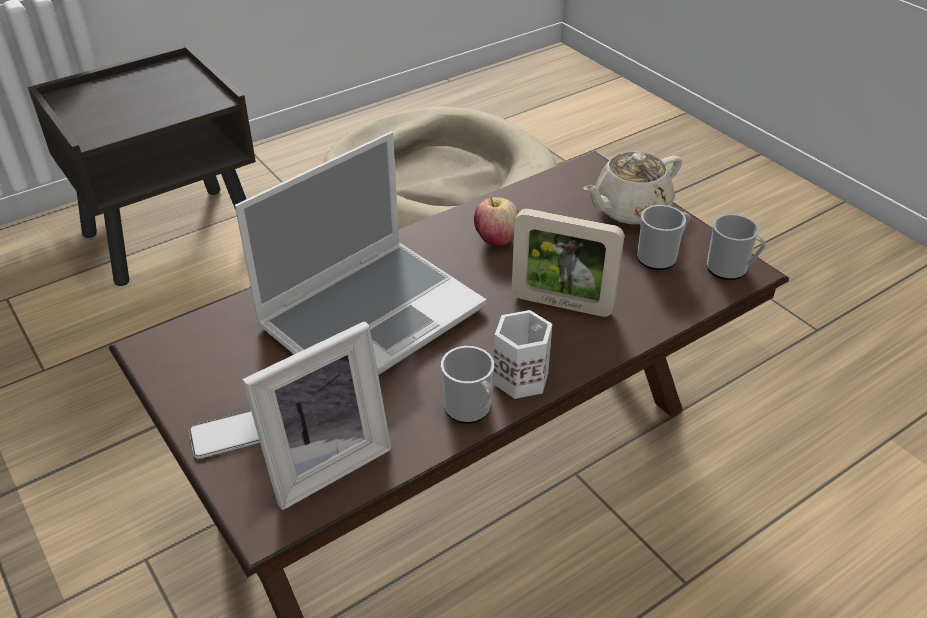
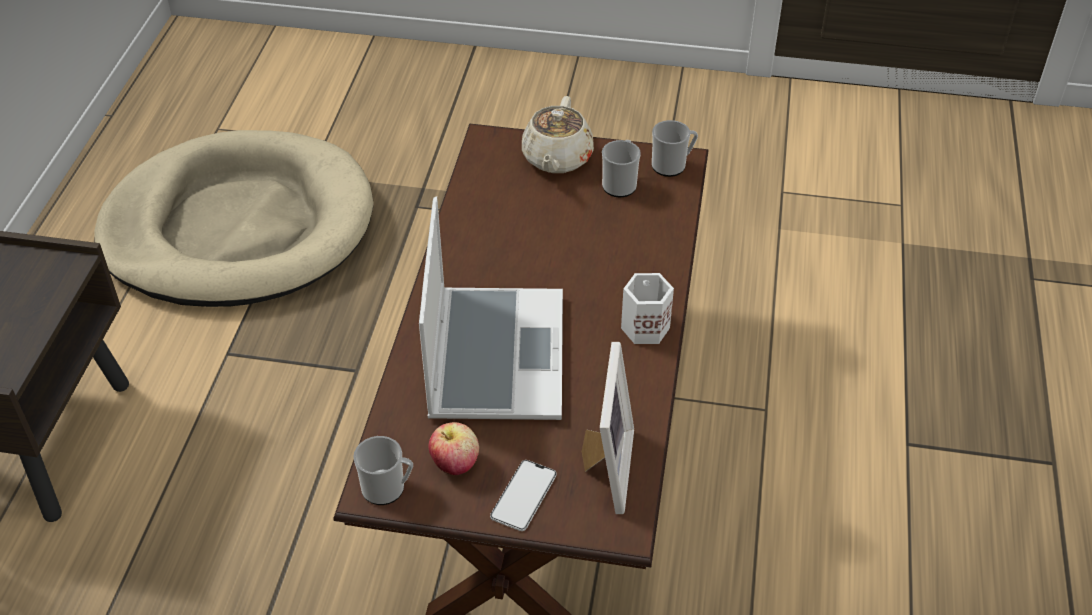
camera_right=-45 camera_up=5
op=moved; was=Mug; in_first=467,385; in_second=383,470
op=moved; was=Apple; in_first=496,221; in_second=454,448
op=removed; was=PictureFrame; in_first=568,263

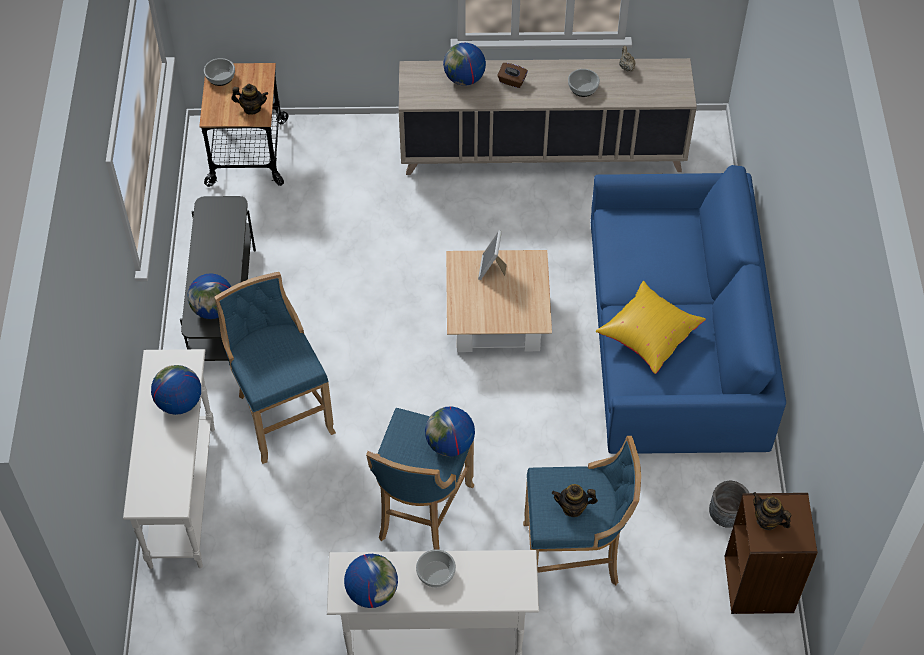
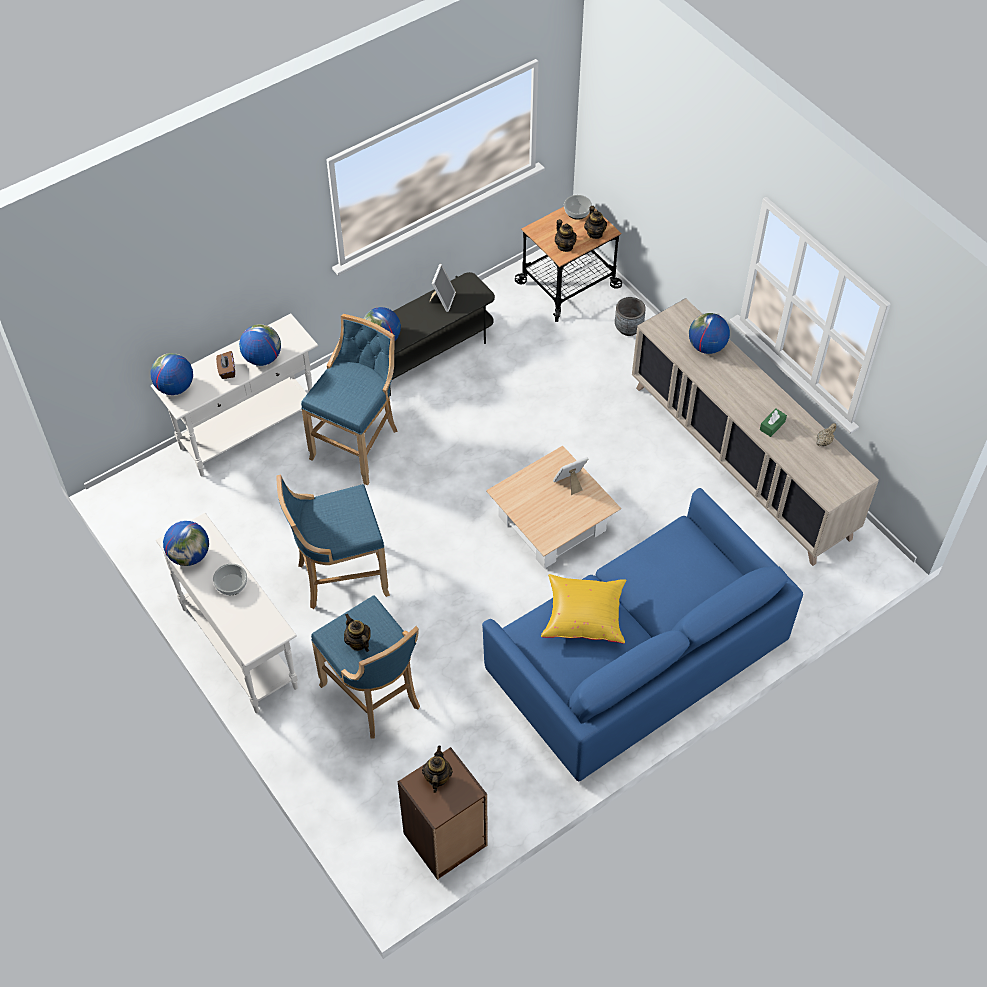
camera_right=55 camera_up=0
op=moved; was=Globe; in_first=450,432; in_second=172,374
op=moved; was=BrownTissueBox; in_first=512,75; in_second=225,365
op=added; now=PictureFrame; in_second=442,288
op=added; now=Teapot; in_second=595,222
op=moved; was=GreyPlanter; in_first=729,504; in_second=630,316
op=replaced; was=Bowl; now=GreenTissueBox; in_first=584,83; in_second=773,423

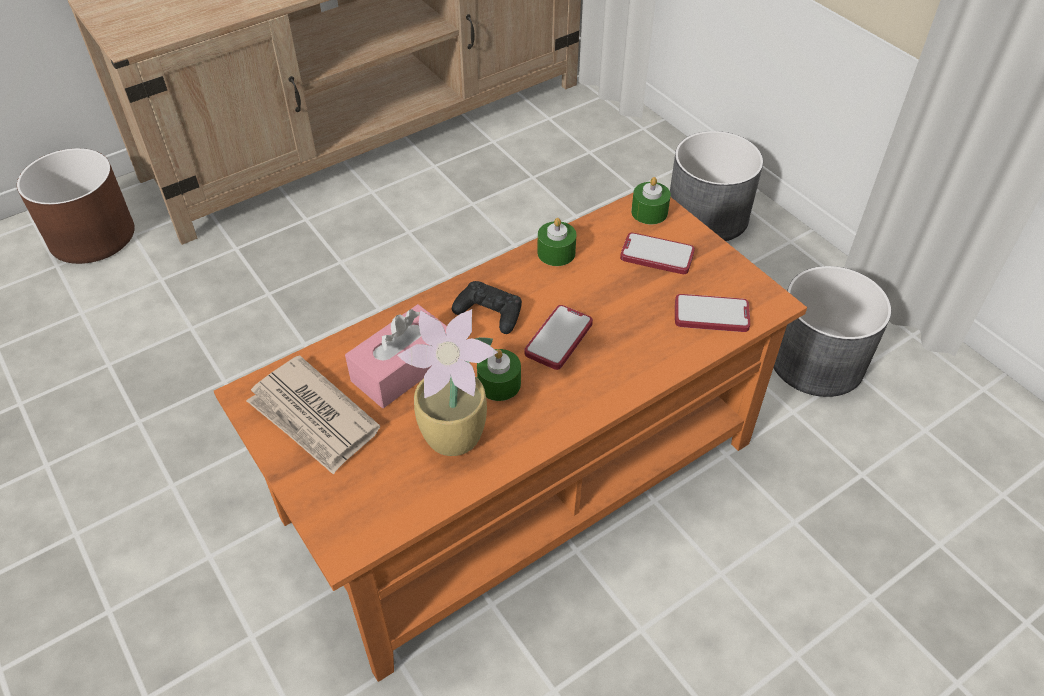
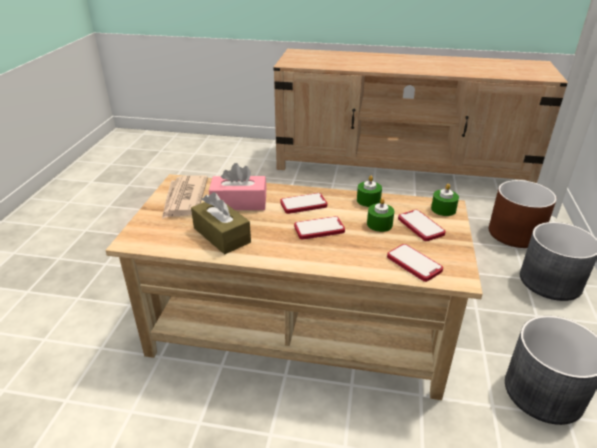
camera_right=45 camera_up=-15
op=recoloured; was=OrangeCoffeeTable; now=BeigeCoffeeTable; in_first=510,437; in_second=294,287
op=replaced; was=PottedPlant; now=BrownTissueBox; in_first=447,382; in_second=221,223
op=replaced; was=BlackGameController; now=Phone; in_first=487,307; in_second=303,203
op=moved; was=GreenCandle; in_first=499,375; in_second=380,215
op=moved; was=BrownPlanter; in_first=76,206; in_second=523,214

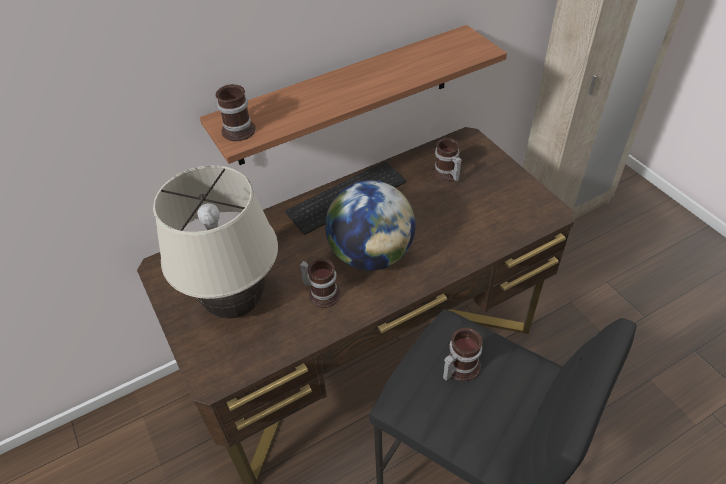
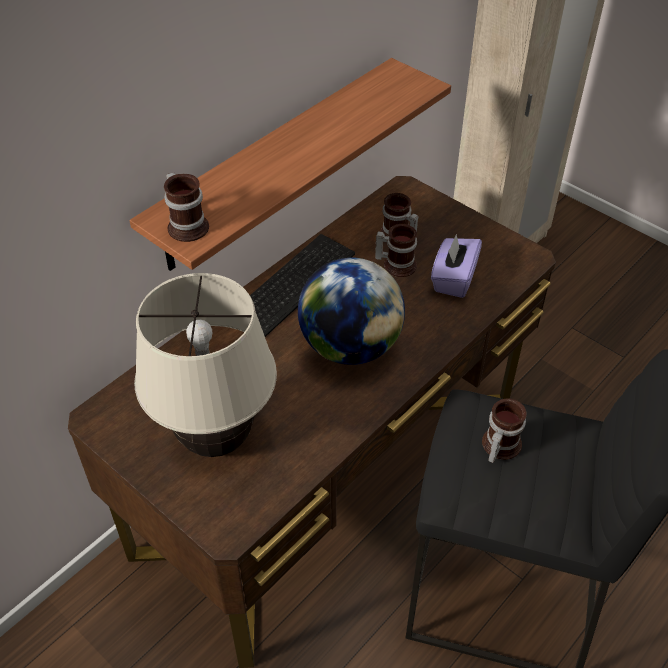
camera_right=-20 camera_up=0
op=moved; was=Mug; in_first=320,283; in_second=396,250
op=added; now=PurpleTissueBox; in_second=456,266

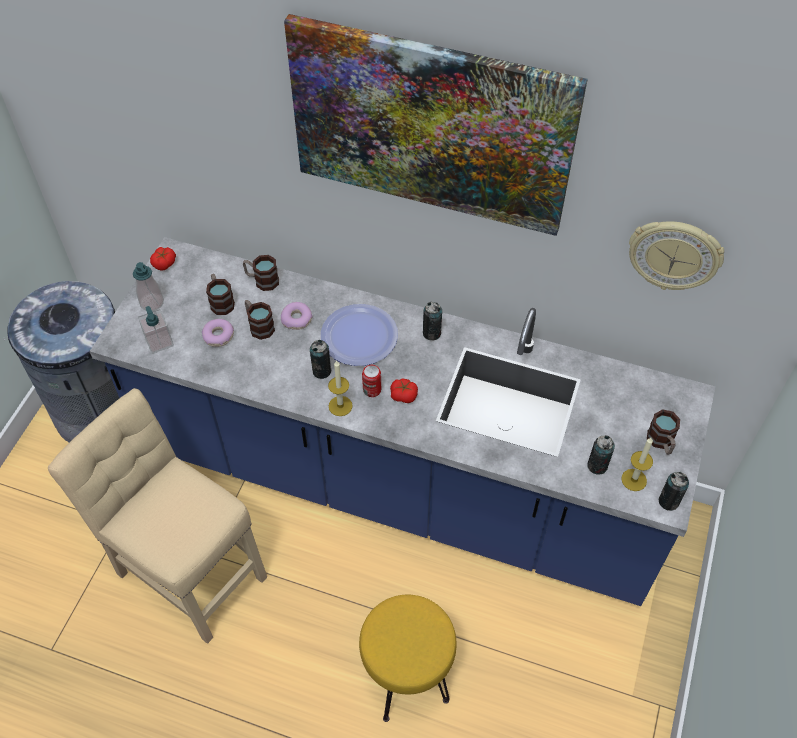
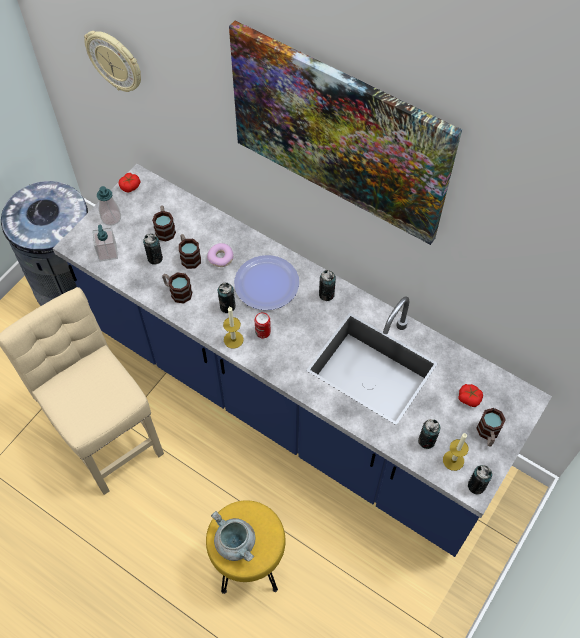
camera_right=15 camera_up=5
op=moved; was=WallClock; in_first=676,255; in_second=112,61
op=replaced; was=Donut; now=Can; in_first=218,333; in_second=153,249
op=moved; was=Mug; in_first=261,273; in_second=177,288
op=added; now=GreyCookingPot; in_second=233,536
op=moved; was=Tomato; in_first=404,390; in_second=470,395

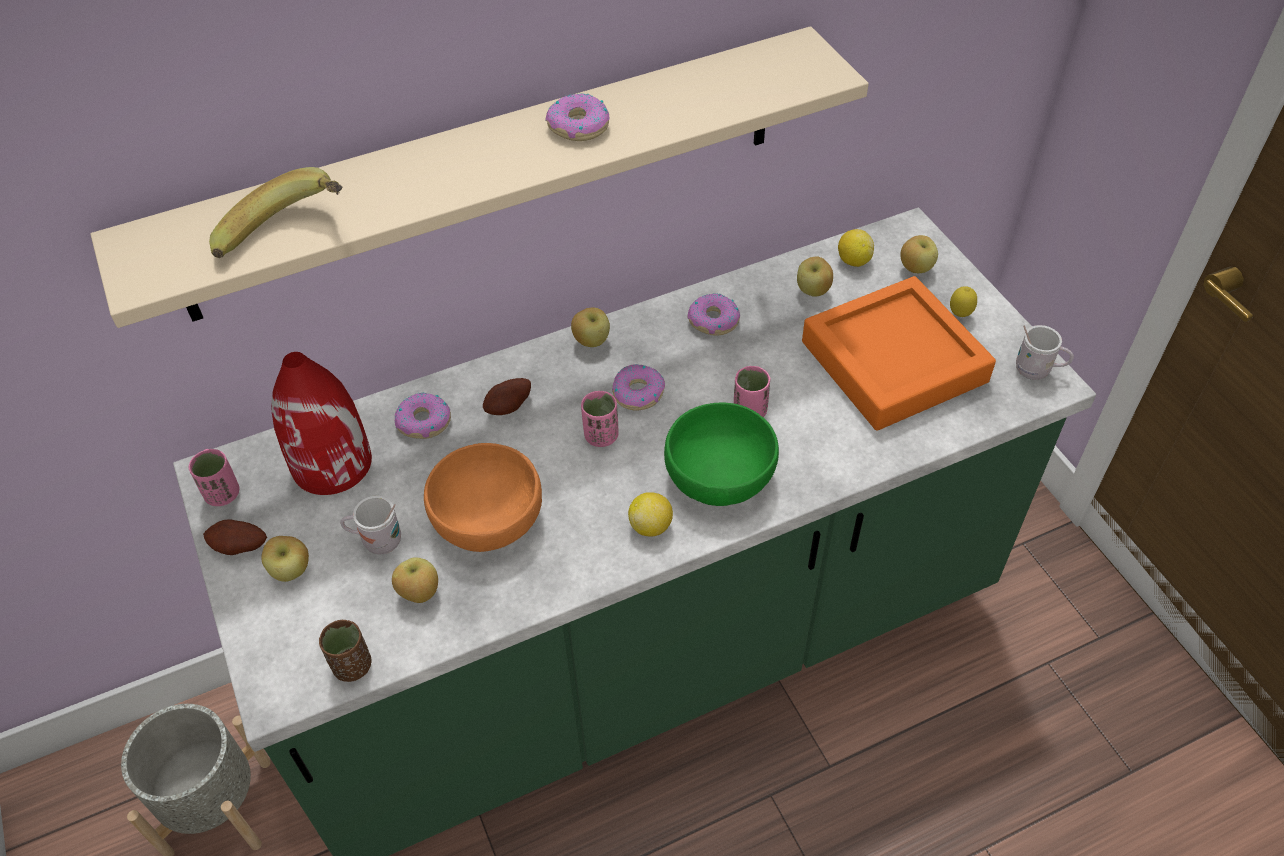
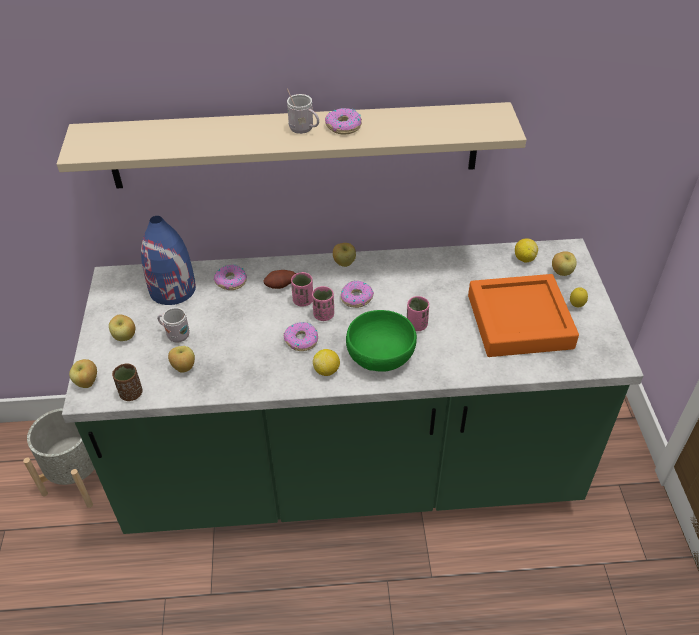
camera_right=20 camera_up=-5
op=moved; was=Apple; in_first=815,276; in_second=83,373
op=recoloured; was=RedVase; now=BlueVase; in_first=321,423; in_second=168,260
op=moved; was=Donut; in_first=714,314; in_second=300,336
op=moved; was=WhiteMug; in_first=1045,352; in_second=303,111
op=moved; was=PinkCup; in_first=214,477; in_second=302,289
op=removed; was=Potato; in_first=235,537
op=removed; was=Banana; in_first=276,212
op=removed; was=OrangeBowl; in_first=483,497

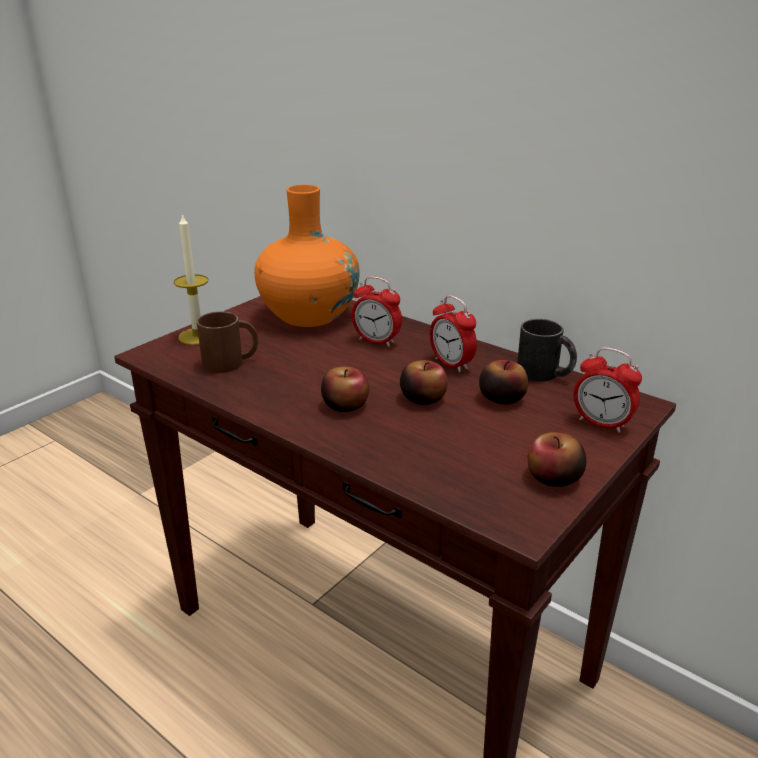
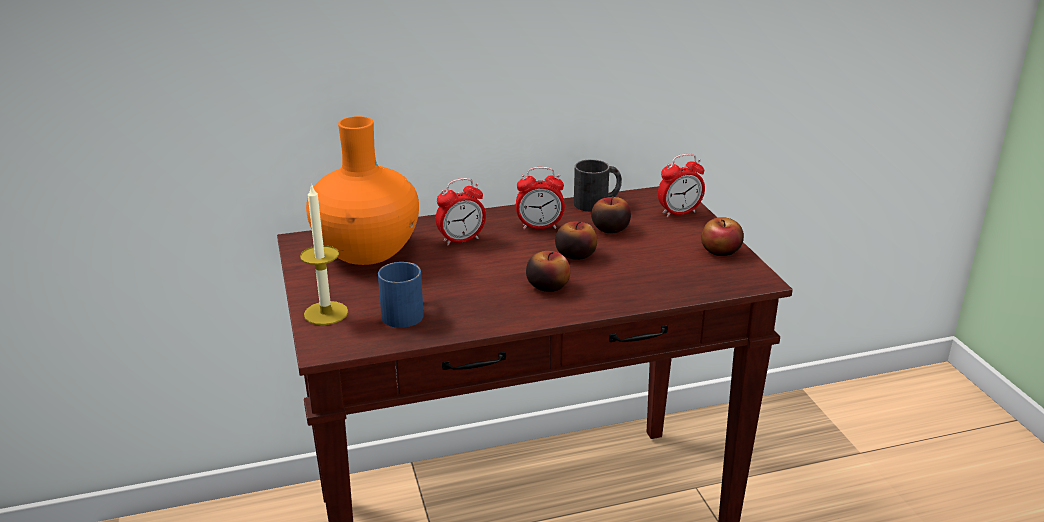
camera_right=-55 camera_up=0
op=recoloured; was=BrownMug; now=BlueMug; in_first=227,342; in_second=401,295

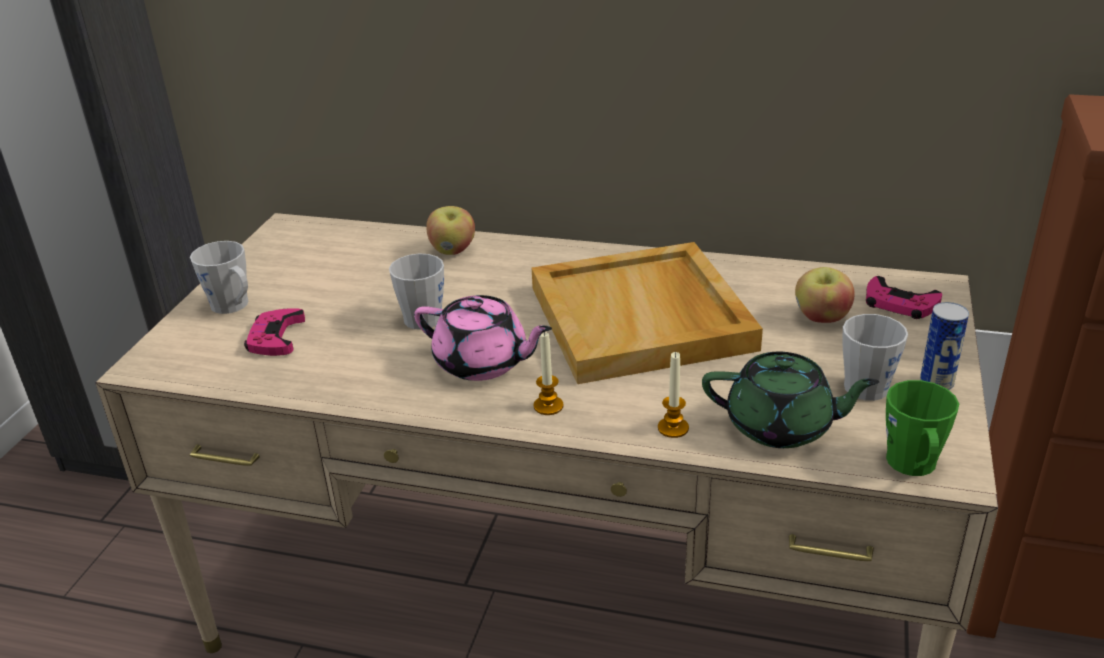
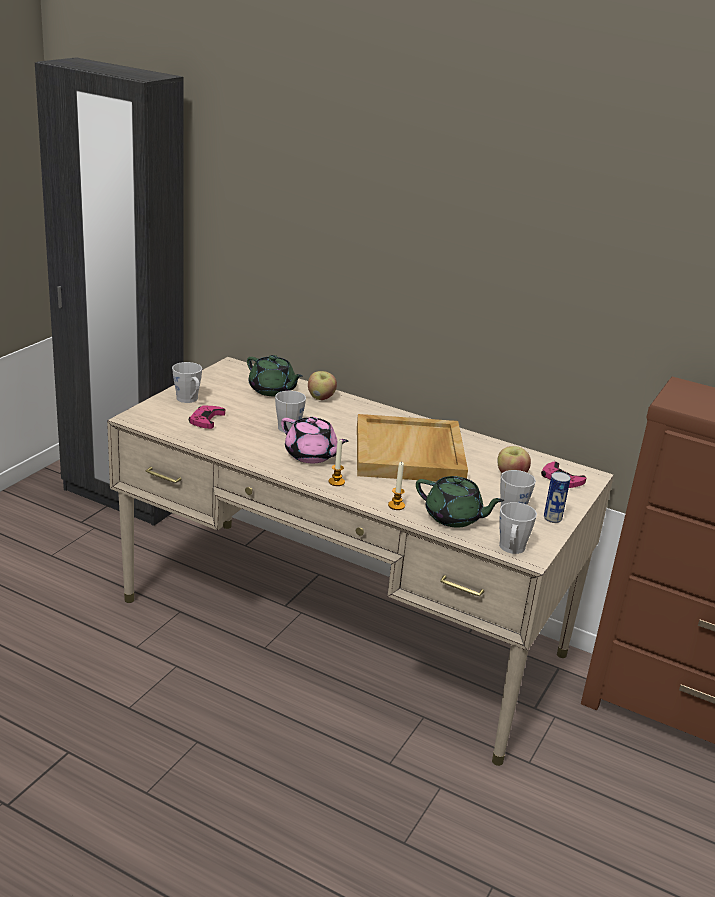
camera_right=10 camera_up=-5
op=added; now=GreenTeapot; in_second=275,375
op=recoloured; was=GreenMug; now=GreyMug; in_first=922,428; in_second=518,528

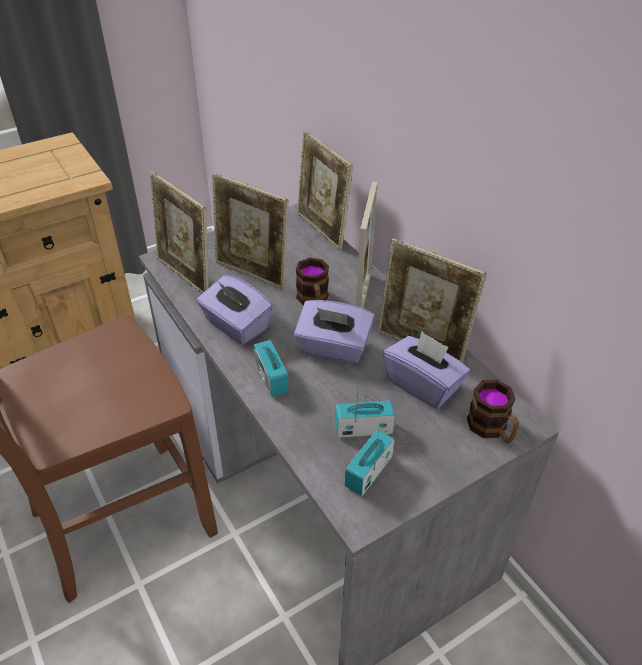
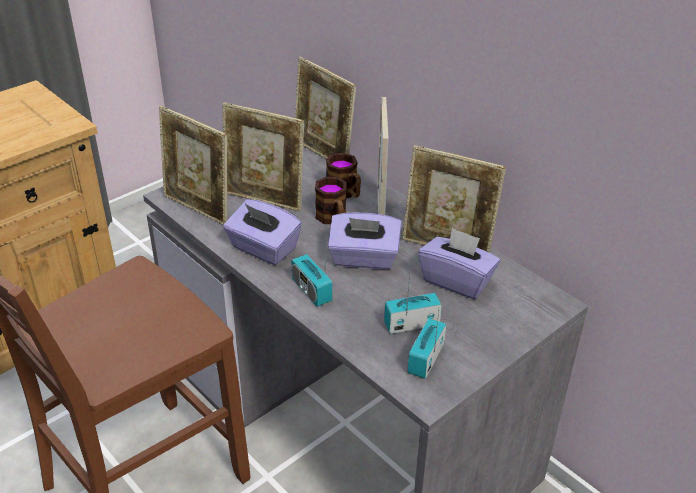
camera_right=-10 camera_up=-5
op=moved; was=Mug; in_first=493,411; in_second=343,175

